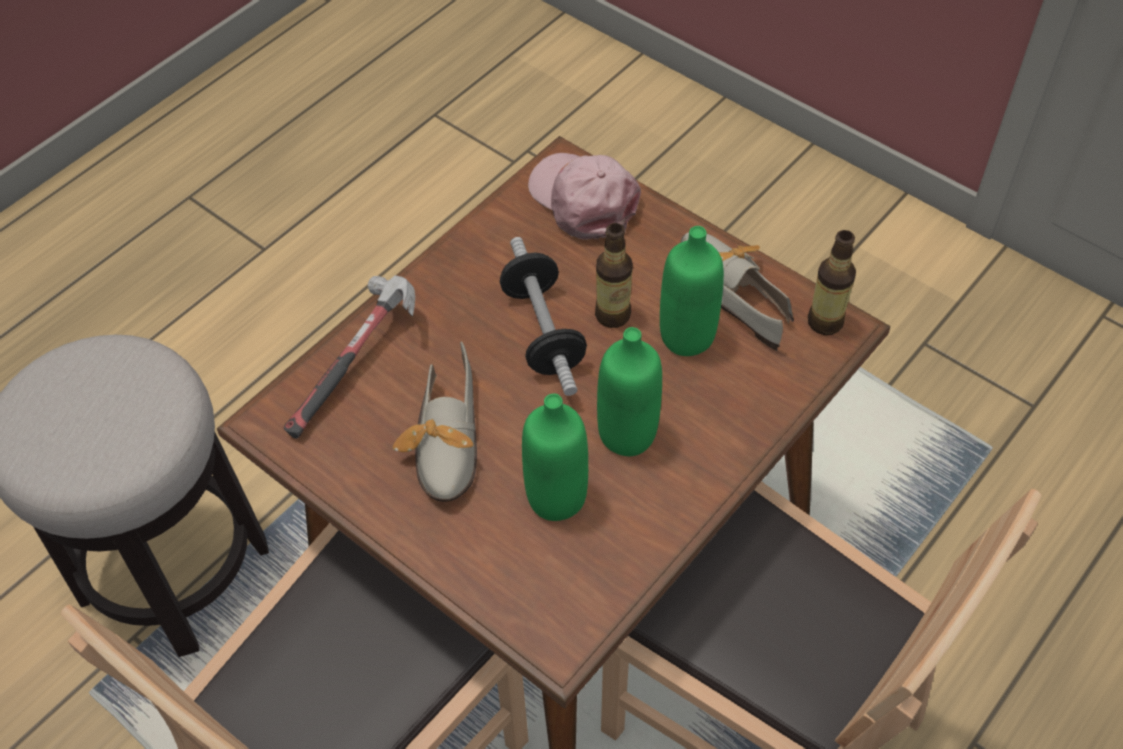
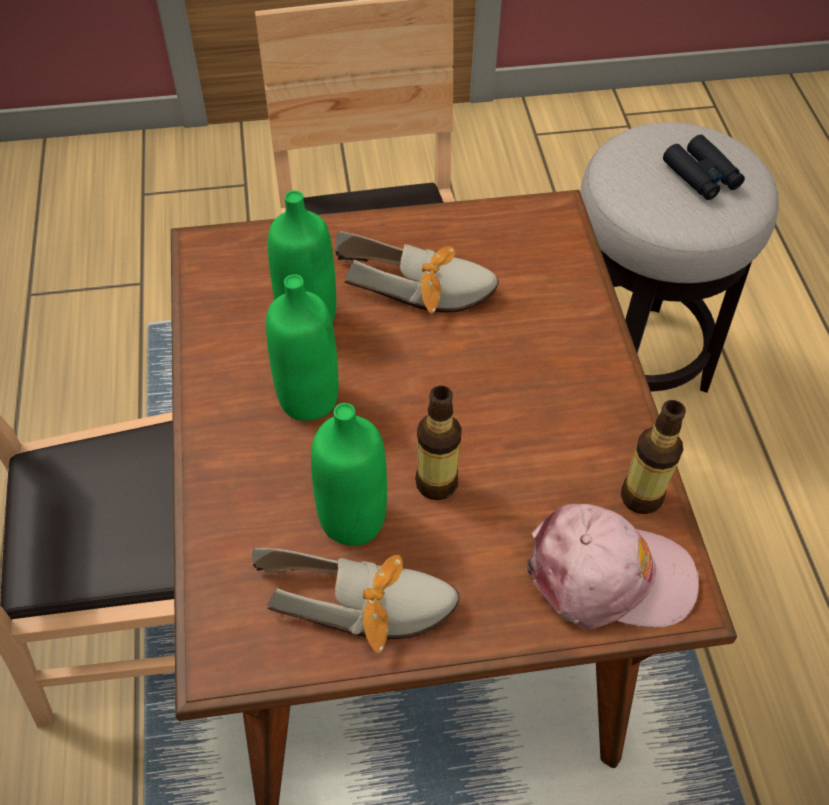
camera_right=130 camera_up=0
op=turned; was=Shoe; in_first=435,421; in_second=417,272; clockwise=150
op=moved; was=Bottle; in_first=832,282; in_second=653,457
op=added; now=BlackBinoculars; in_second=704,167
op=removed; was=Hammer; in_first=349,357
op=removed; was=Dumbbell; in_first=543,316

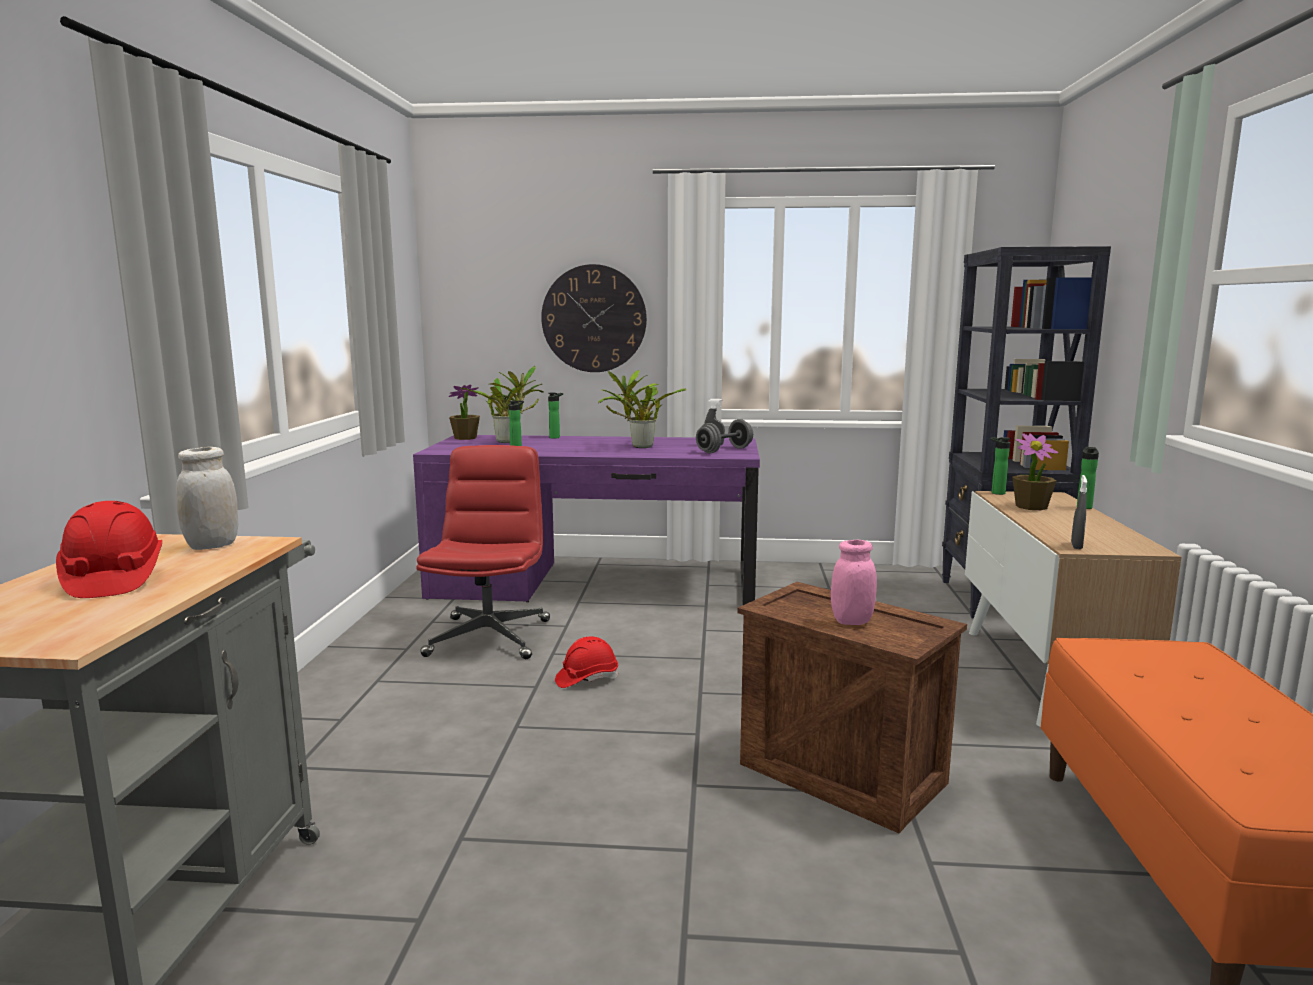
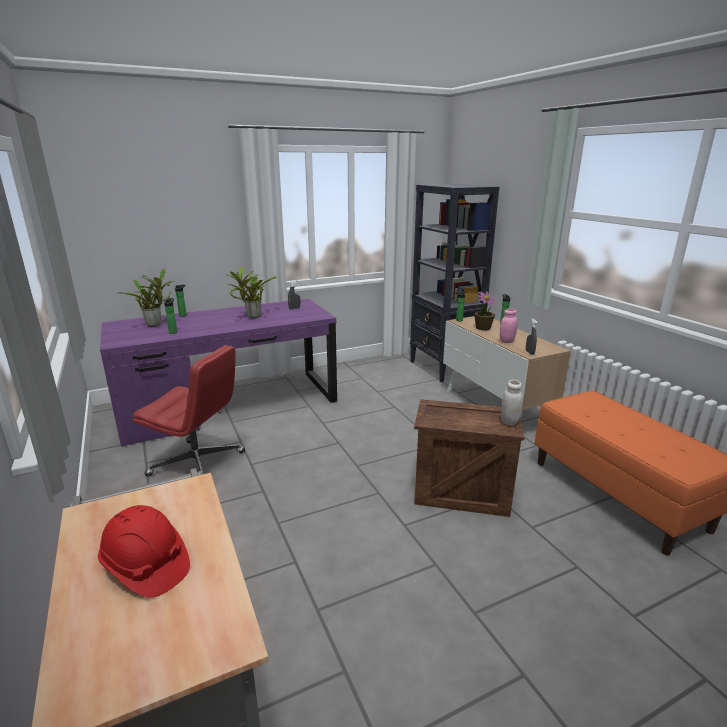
camera_right=-30 camera_up=10
op=turned; was=RedOfficeChair; in_first=483,552; in_second=189,411; clockwise=135
op=moved; was=PinkJar; in_first=854,582; in_second=508,326
op=moved; was=WhiteJar; in_first=207,498; in_second=512,402
op=removed; was=PottedPlant; in_first=464,412
op=removed; was=WallClock; in_first=594,318
op=removed; was=RedHardHat; in_first=586,662
op=removed; was=GreyDumbbell; in_first=724,436

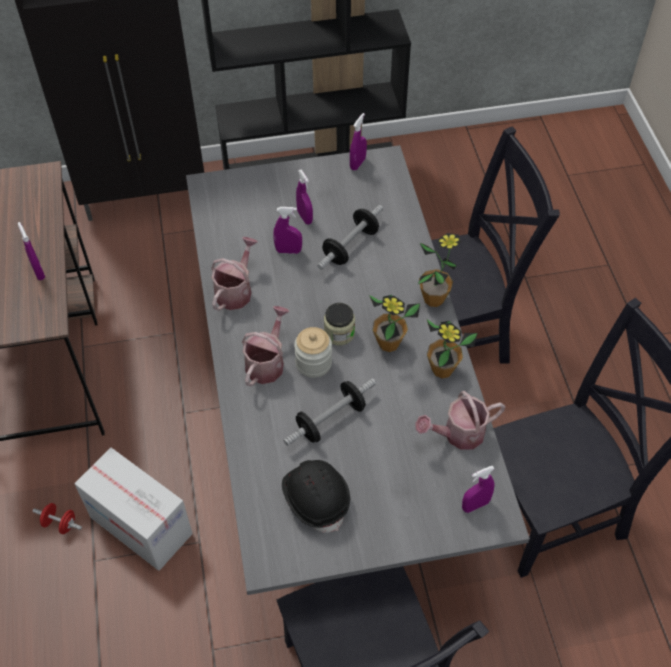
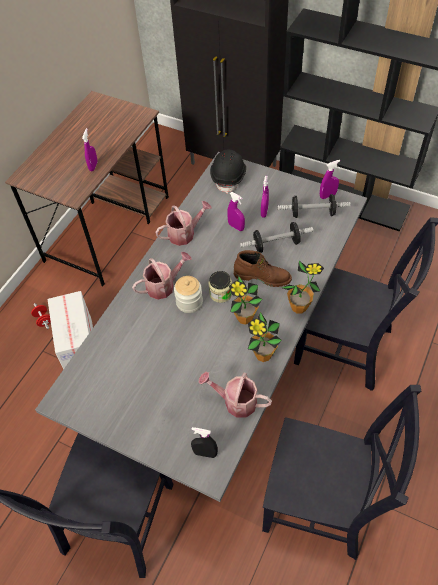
camera_right=40 camera_up=0
op=recoloured; was=PurpleSprayBottle; now=BlackSprayBottle; in_first=478,489; in_second=204,442
op=moved; was=BlackHardHat; in_first=316,496; in_second=228,172
op=added; now=BrownBoot; in_second=263,268
op=moved; was=Dumbbell; in_first=329,412; in_second=314,206

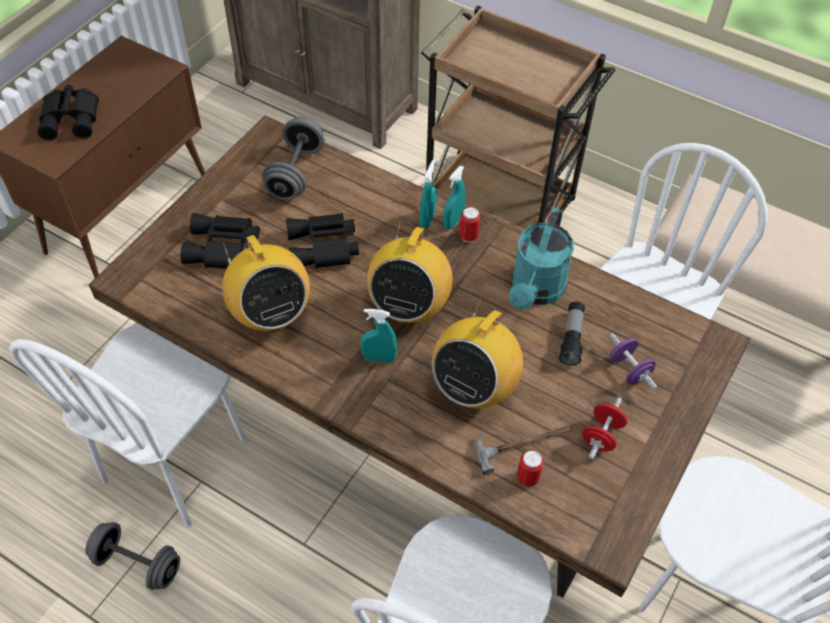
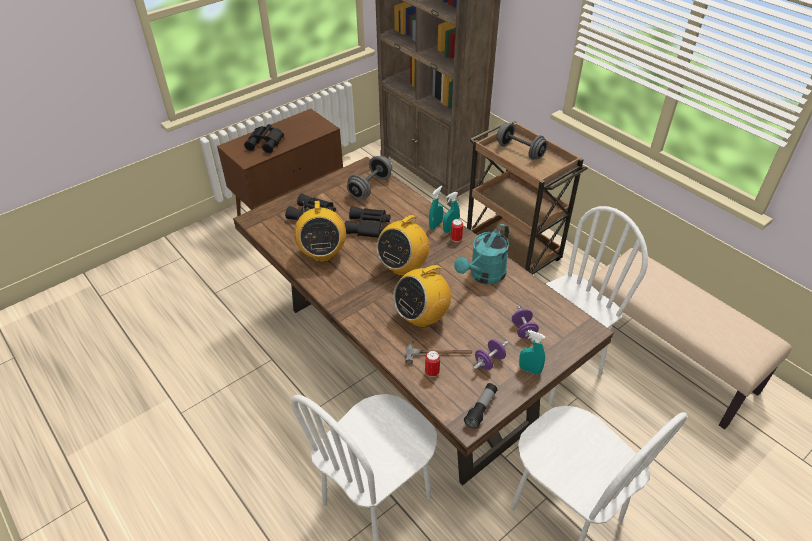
camera_right=20 camera_up=-10
op=moved; was=Flashlight; in_first=572,333; in_second=481,406
op=recoloured; was=RedDumbbell; now=PurpleDumbbell; in_first=604,428; in_second=490,354
op=moved; was=GreyDumbbell; in_first=132,556; in_second=522,141
op=moved; was=TurquoiseSprayBottle; in_first=379,336; in_second=532,352
op=removed; was=WhiteChair; in_first=127,425

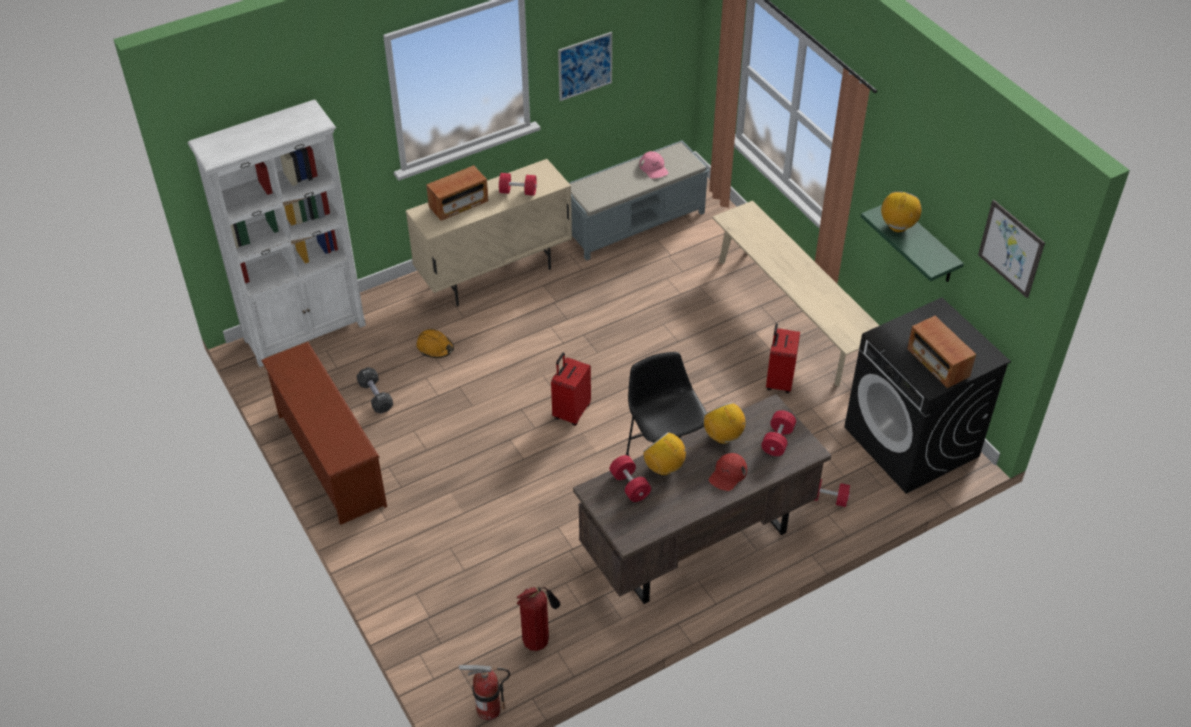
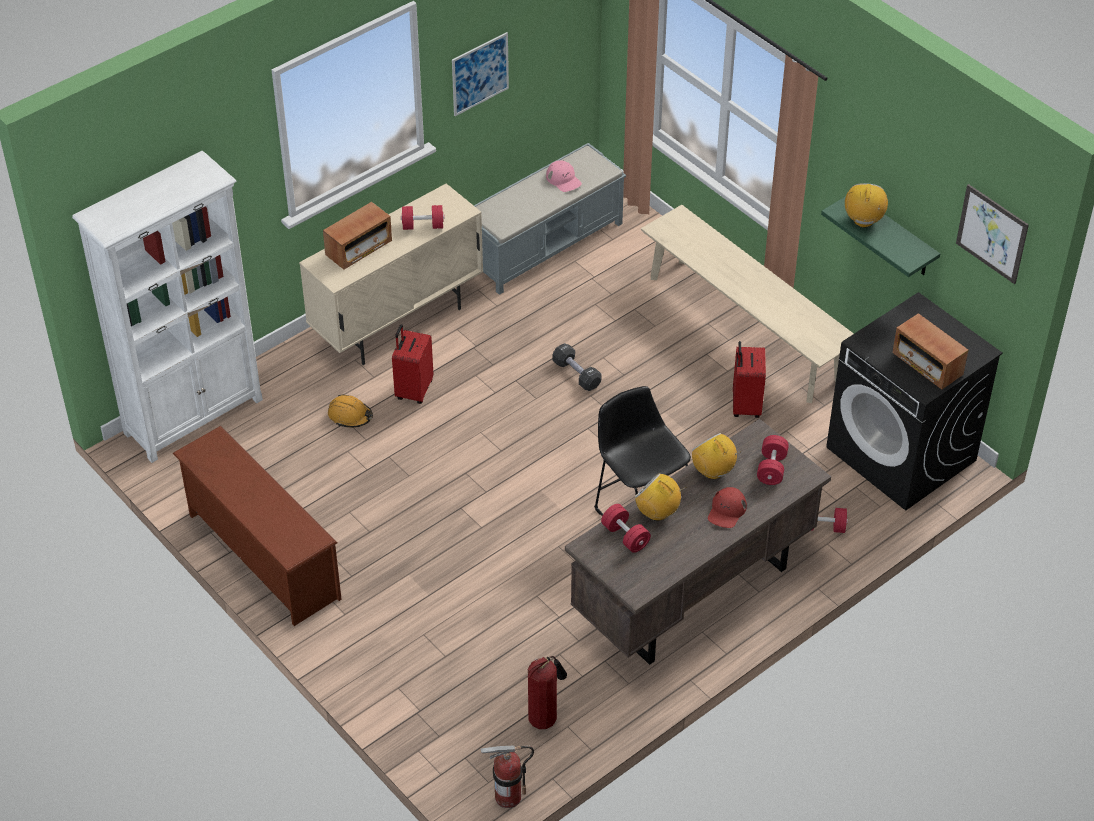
camera_right=-10 camera_up=0
op=moved; was=RedSuitcase; in_first=571,389; in_second=412,364
op=moved; was=BlackDumbbell; in_first=375,390; in_second=577,367

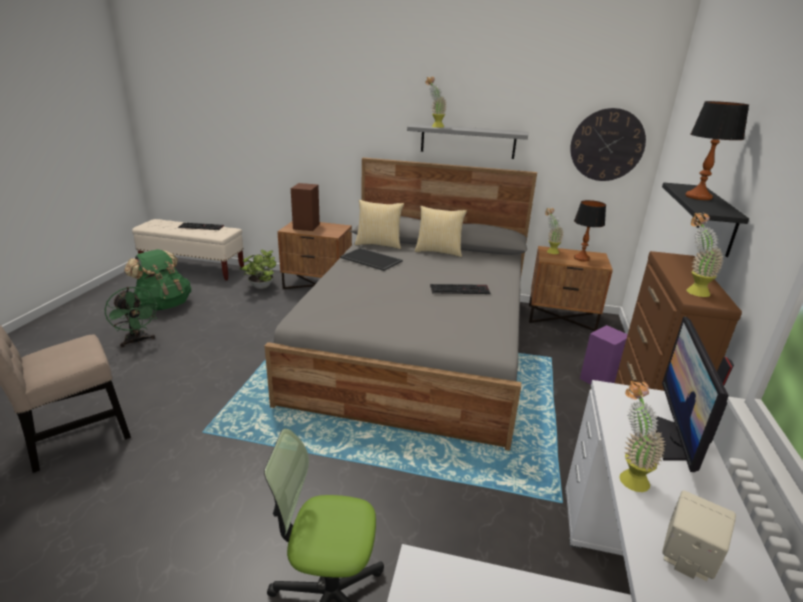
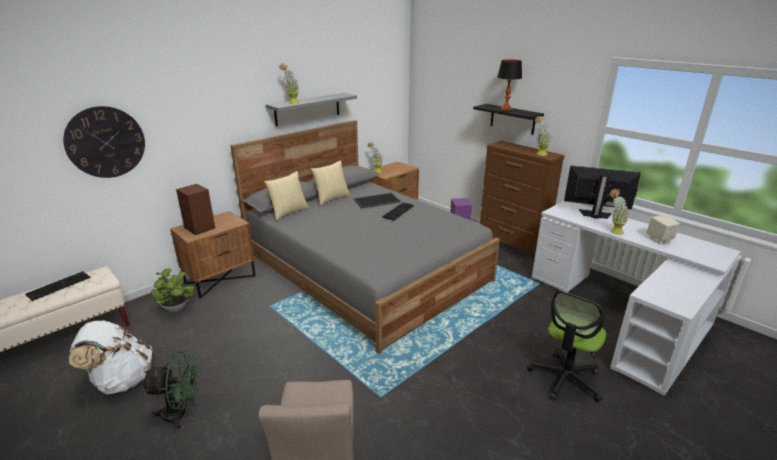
camera_right=-55 camera_up=0
op=moved; was=WallClock; in_first=608,144; in_second=104,142
op=recoloured; was=GreenBackpack; now=WhiteBackpack; in_first=157,279; in_second=110,357
op=moved; was=Tray; in_first=371,259; in_second=377,200
op=turned; was=Monitor; in_first=694,394; in_second=602,192; clockwise=150
op=removed; was=TableLamp; in_first=590,230

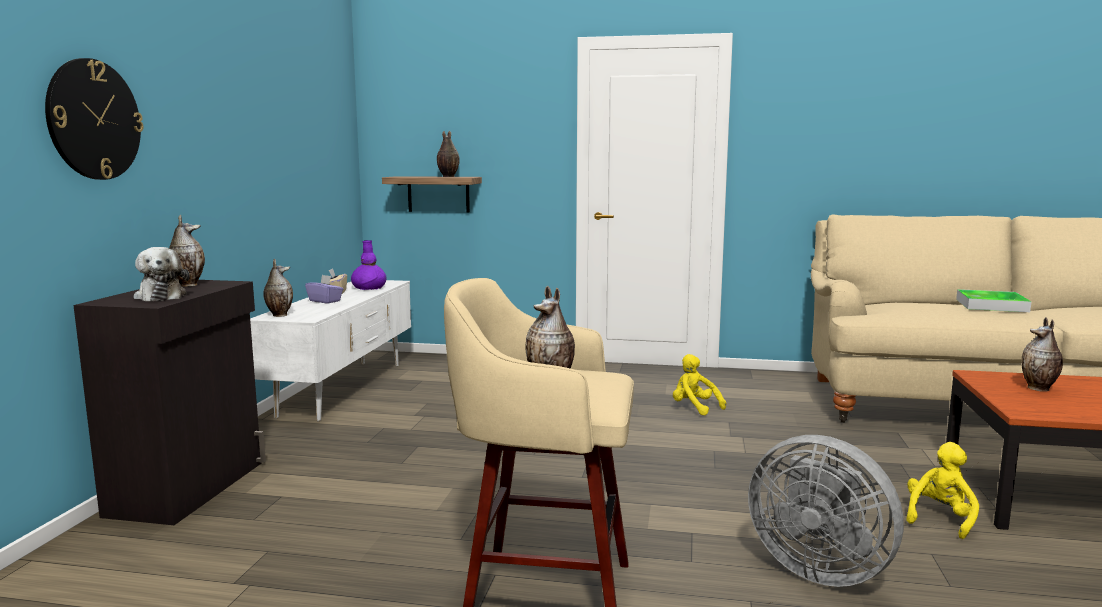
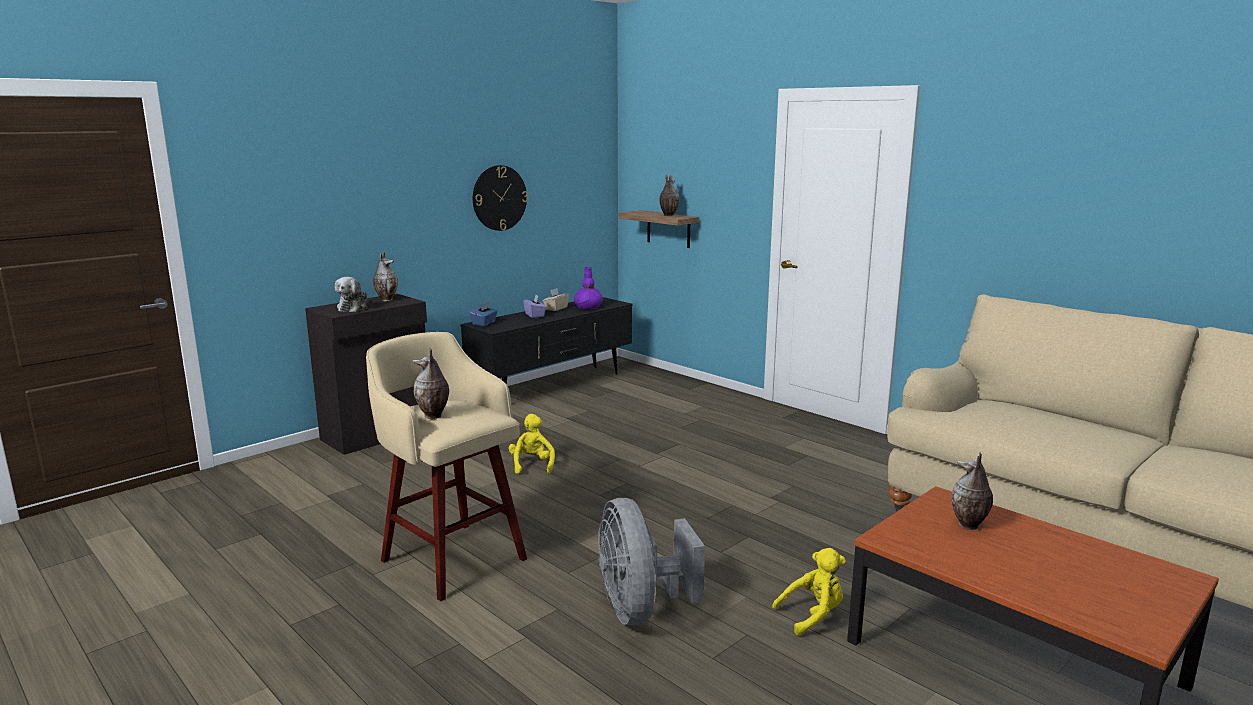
camera_right=35 camera_up=5
op=recoloured; was=WhiteTvStand; now=BlackTvStand; in_first=330,351; in_second=546,340
op=replaced; was=Vase; now=BlueTissueBox; in_first=278,288; in_second=484,314
op=moved; was=WallClock; in_first=94,119; in_second=500,198
op=moved; was=YellowPlushToy; in_first=699,385; in_second=532,444
op=removed; was=Tray; in_first=994,300

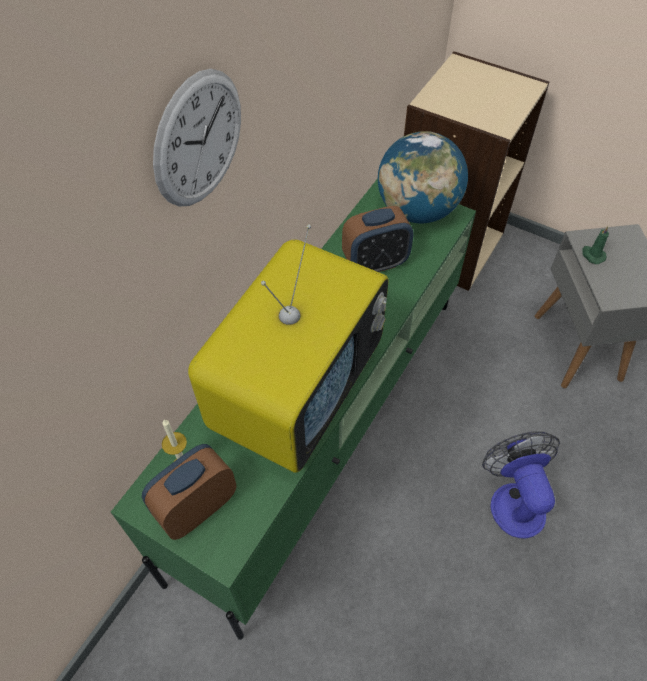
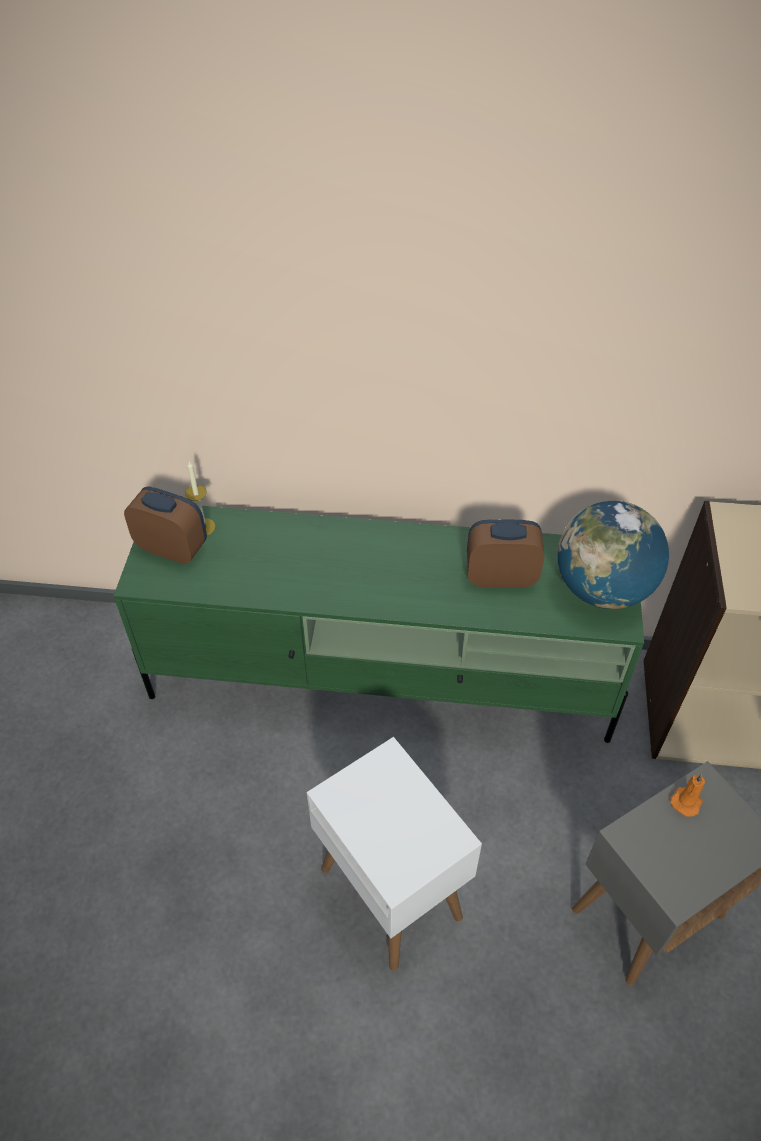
camera_right=65 camera_up=-5
op=replaced; was=Fan; now=WhiteSideTable; in_first=521,484; in_second=394,854
op=turned; was=AlarmClock; in_first=378,239; in_second=505,553; clockwise=135
op=recoloured; was=GreenCandle; now=OrangeCandle; in_first=595,245; in_second=687,795
op=removed; was=WallClock; in_first=197,138
op=removed; was=Television; in_first=288,348

